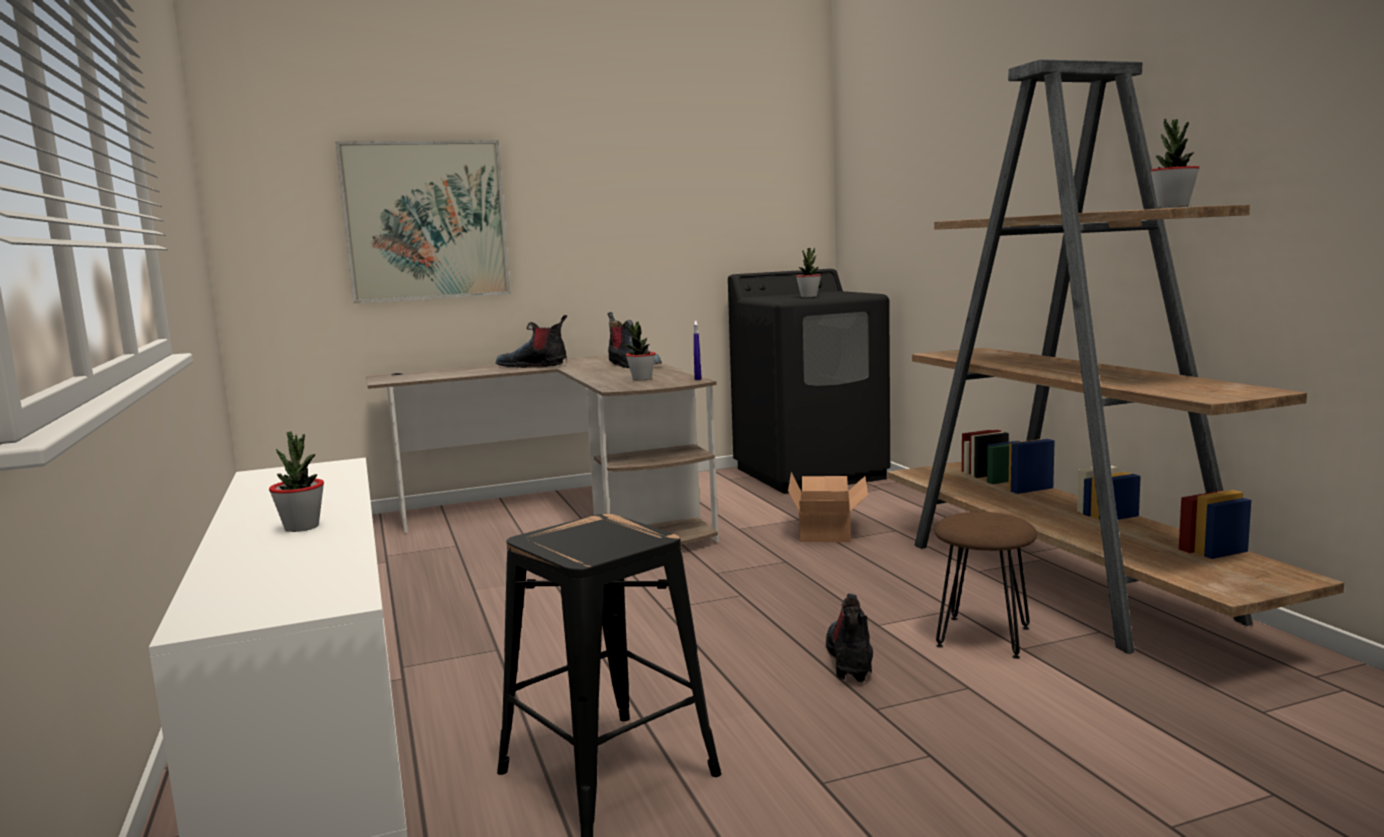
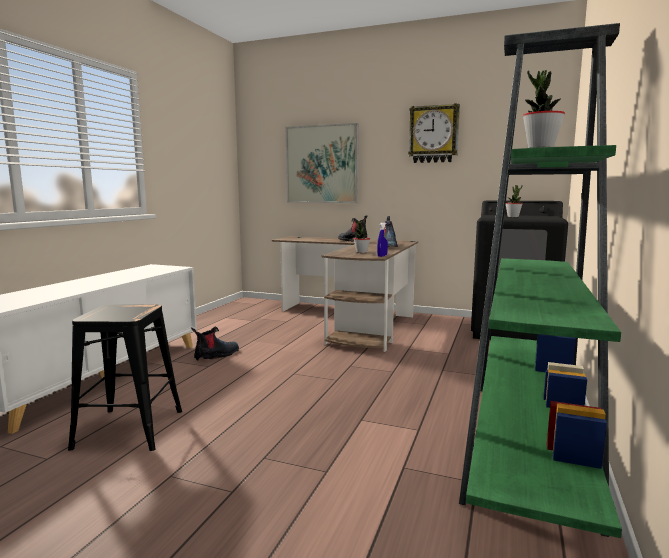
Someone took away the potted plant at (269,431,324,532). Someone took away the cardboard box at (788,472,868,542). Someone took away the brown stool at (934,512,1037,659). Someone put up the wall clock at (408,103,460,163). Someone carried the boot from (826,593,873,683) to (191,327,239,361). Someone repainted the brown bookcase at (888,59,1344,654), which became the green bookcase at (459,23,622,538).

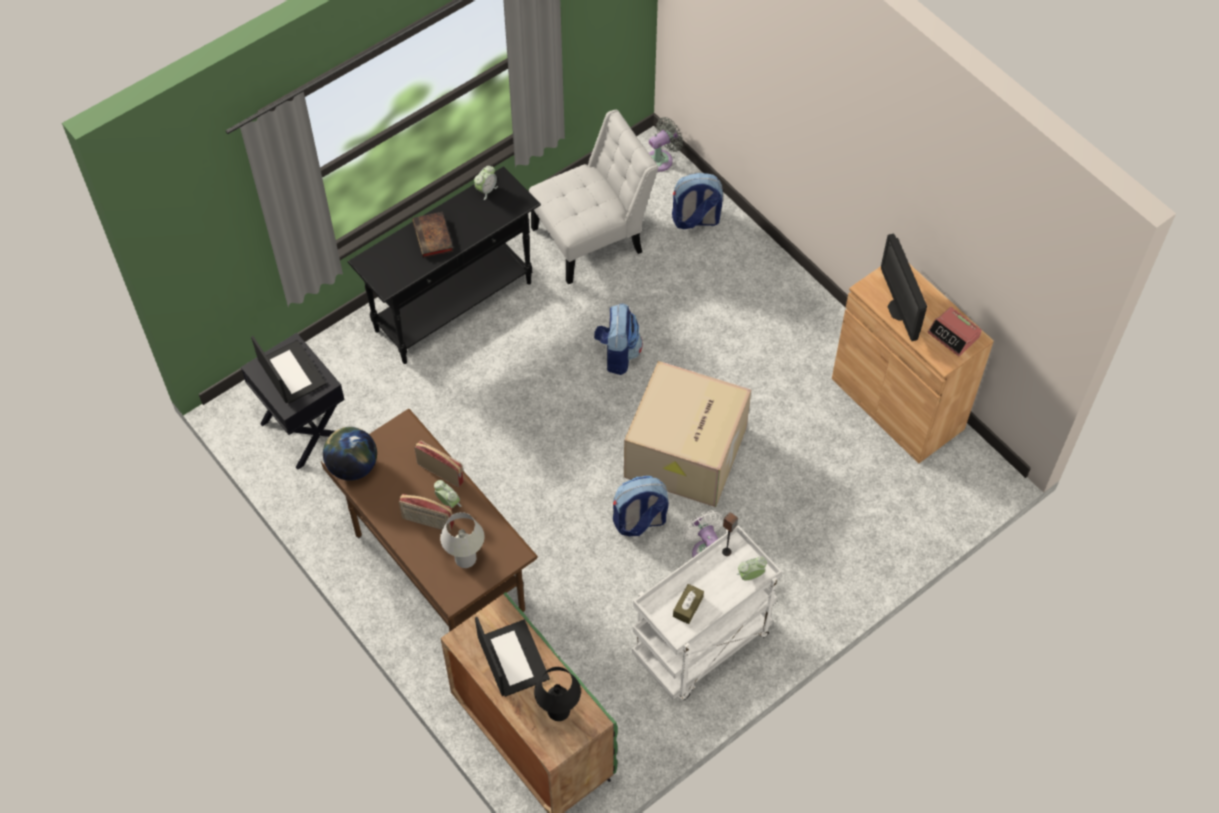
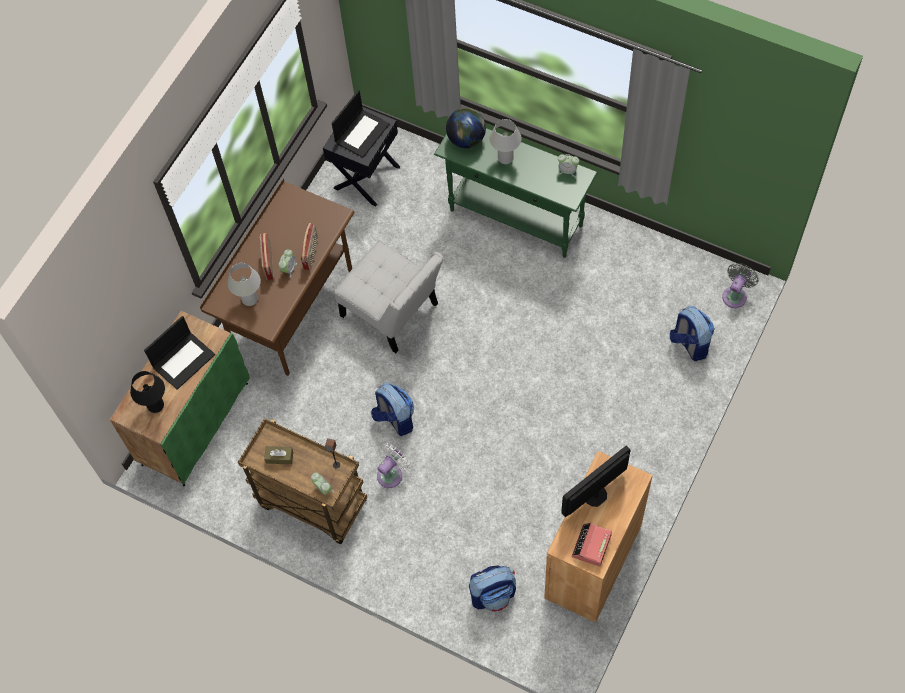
Someone took away the cardboard box at (624,361,751,507). Someone carried the globe from (323,427,377,481) to (446,108,486,148). Someone carried the white chair from (529,110,659,285) to (334,241,444,353). Someone carried the backpack from (594,304,643,375) to (469,566,516,612). Someone swapped the book at (412,212,453,258) for the white table lamp at (489,119,522,164). Someone repainted the black console table at (348,166,541,364), which became the green console table at (434,128,598,258). Someone repainted the white cart at (632,525,782,700), which became the brown cart at (238,418,367,544). Someone rotated the grey fan at (649,117,683,172) by 90 degrees counterclockwise.

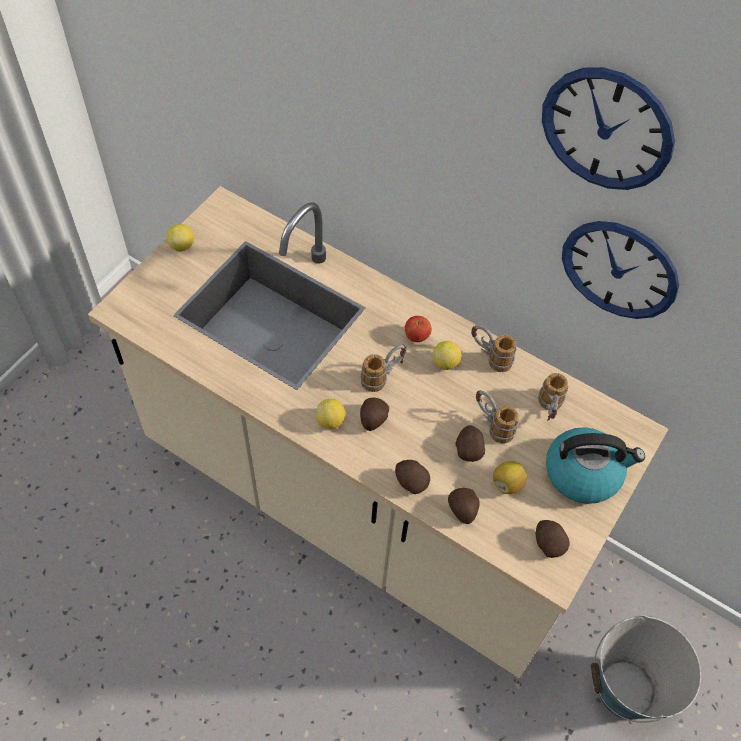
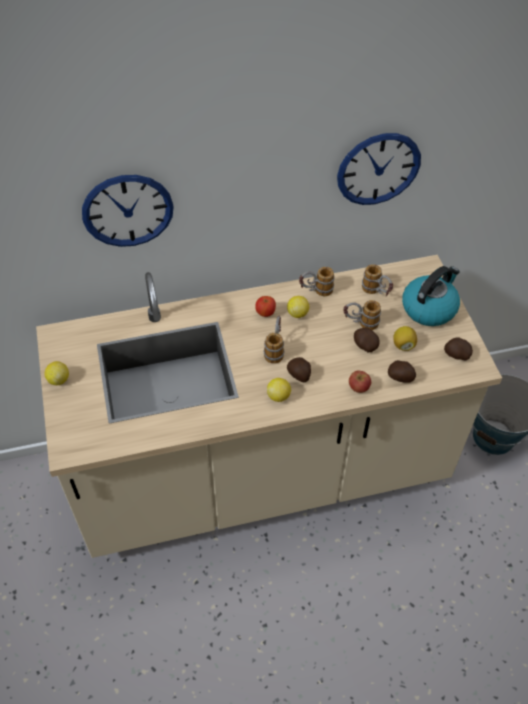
Someone carried the wall clock from (542,67,675,190) to (82,175,174,247). Someone swapped the potato at (395,460,430,494) for the apple at (349,371,371,393).

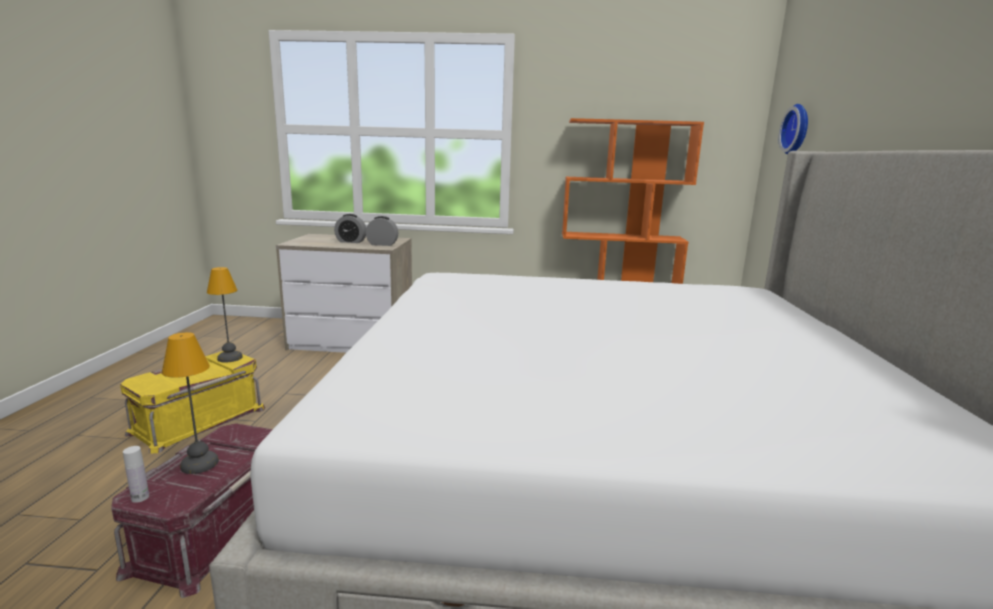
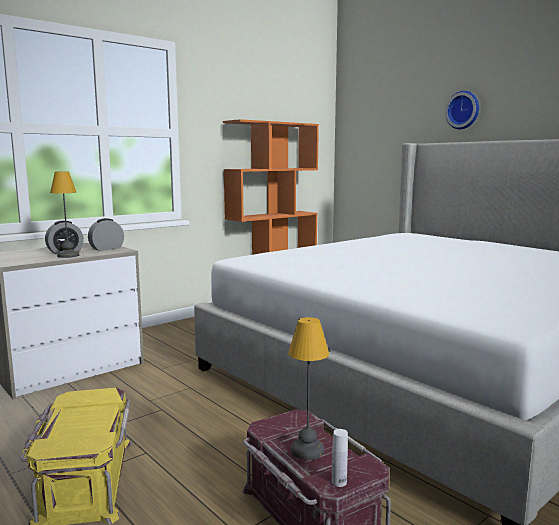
Someone carried the table lamp from (207,267,243,363) to (50,172,79,258). Someone carried the wall clock from (779,104,808,155) to (445,91,479,129).

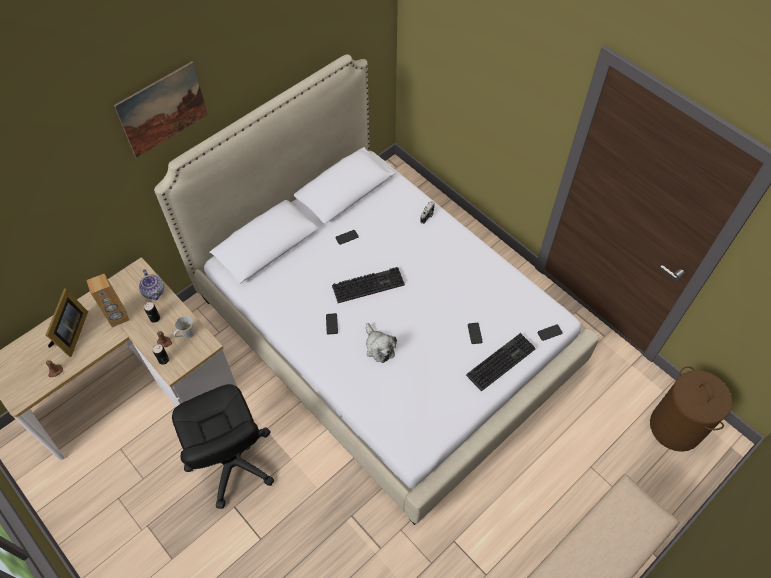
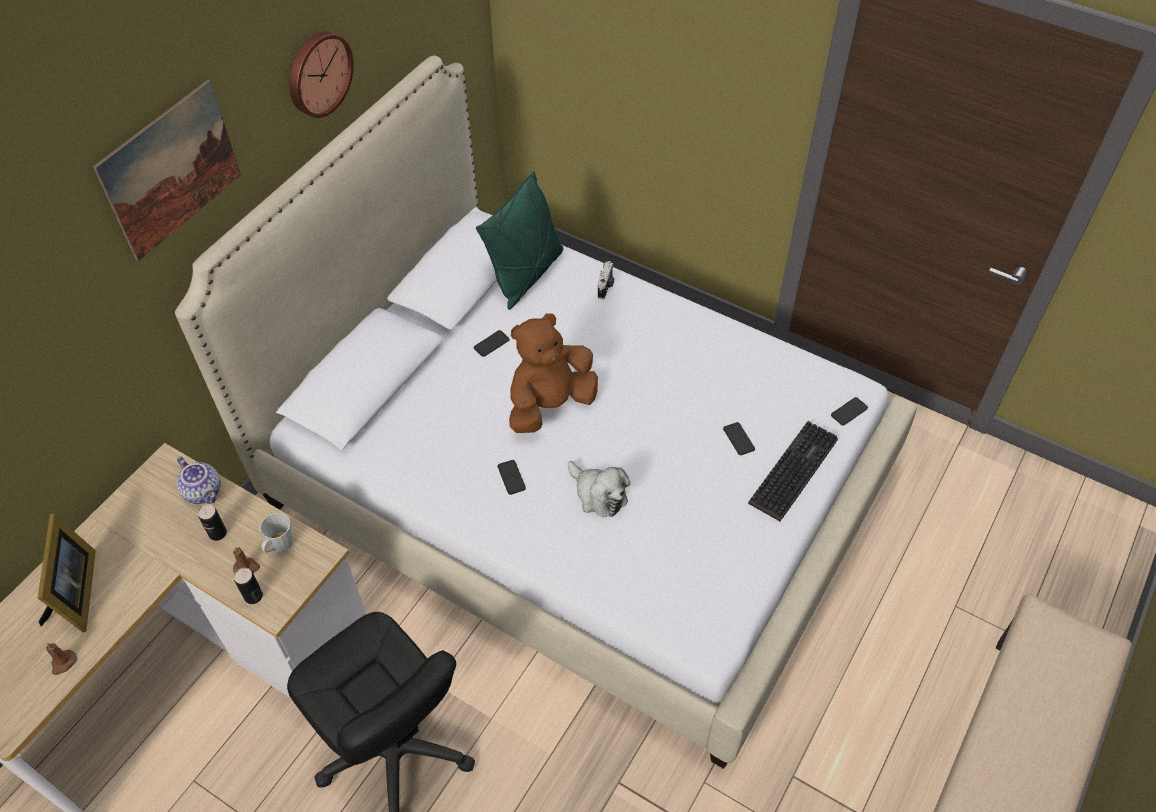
Someone took away the brown speaker at (86,274,130,327). Someone took away the brown laundry basket at (650,366,732,452). Someone put up the wall clock at (289,32,354,118). Someone put down the green pillow at (476,171,563,310). Someone swapped the keyboard at (332,267,405,303) for the brown plush toy at (509,313,598,433).

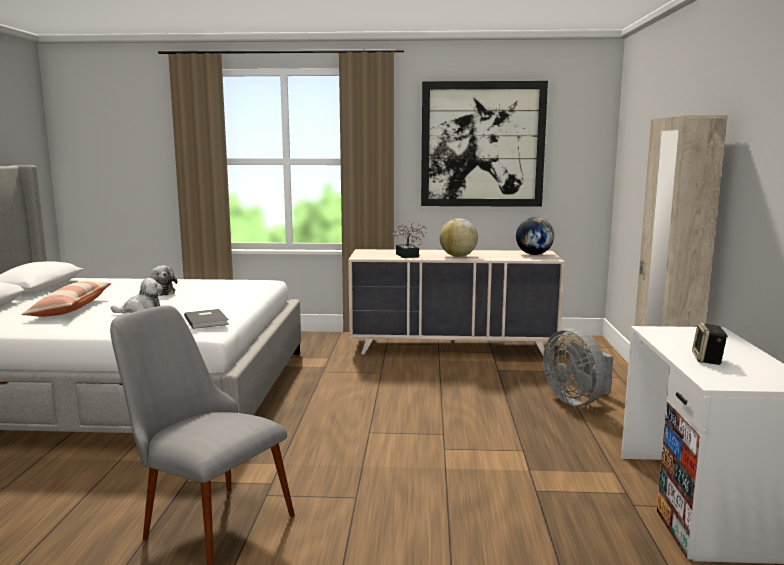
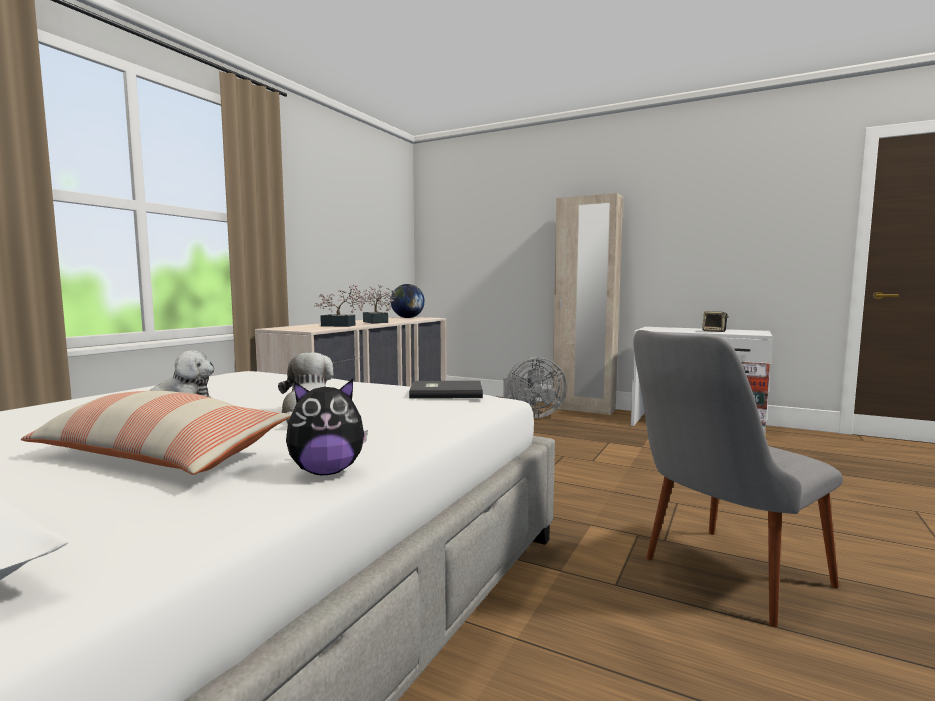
Someone took away the picture at (421,81,548,207). Someone put down the plush toy at (286,379,368,475). Someone swapped the globe at (440,218,478,257) for the potted plant at (361,285,396,323).

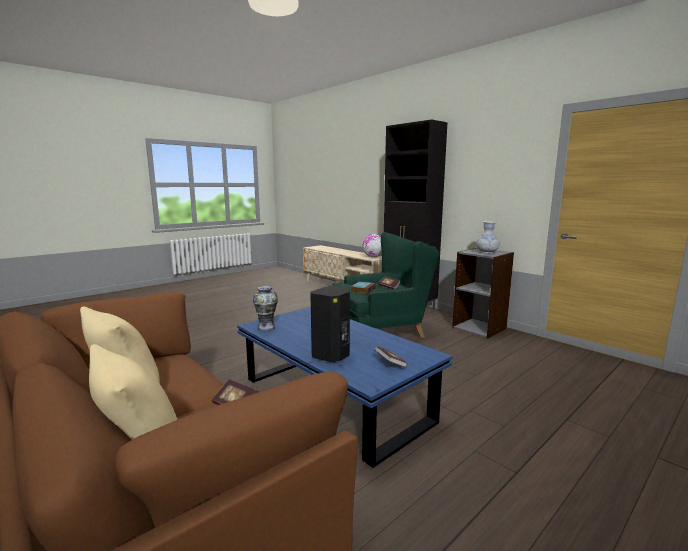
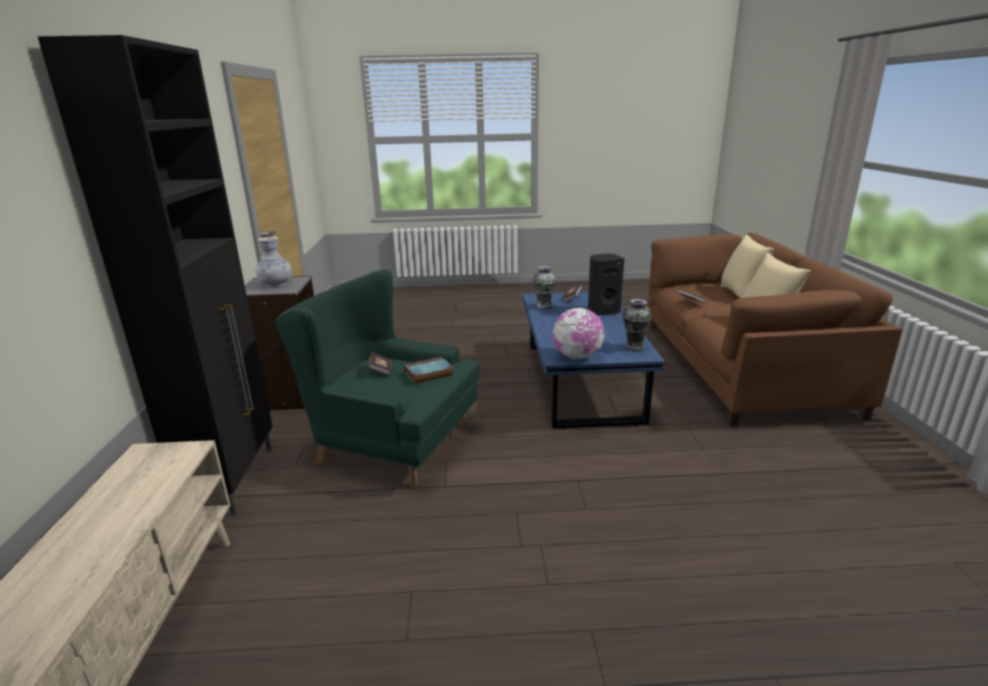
Someone put down the vase at (533,266,557,310). Someone carried the globe from (362,234,382,258) to (552,308,605,359).

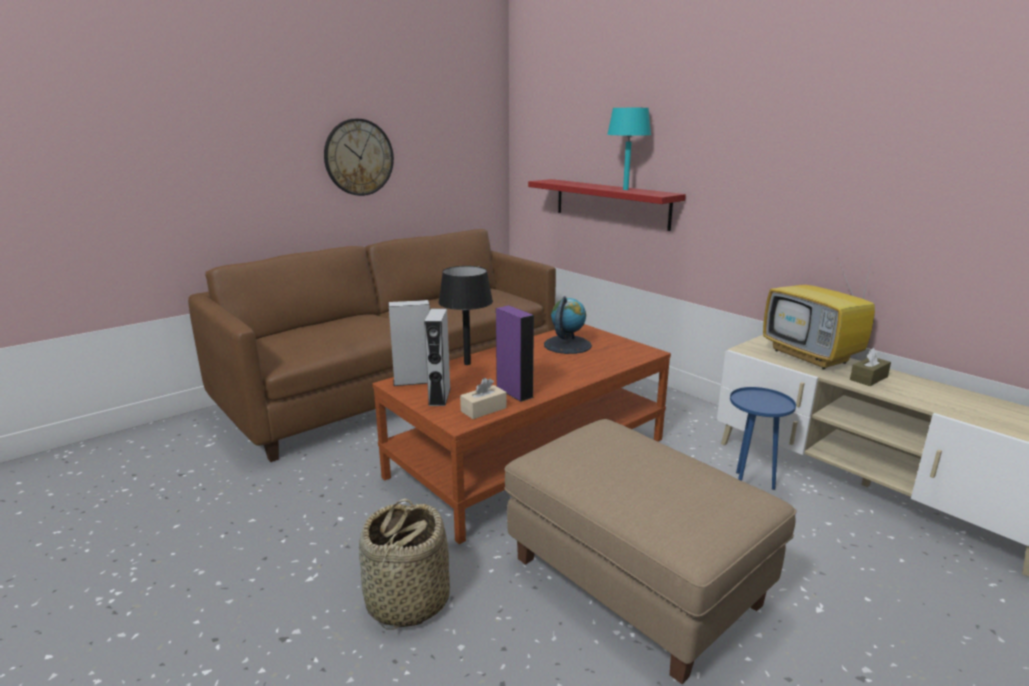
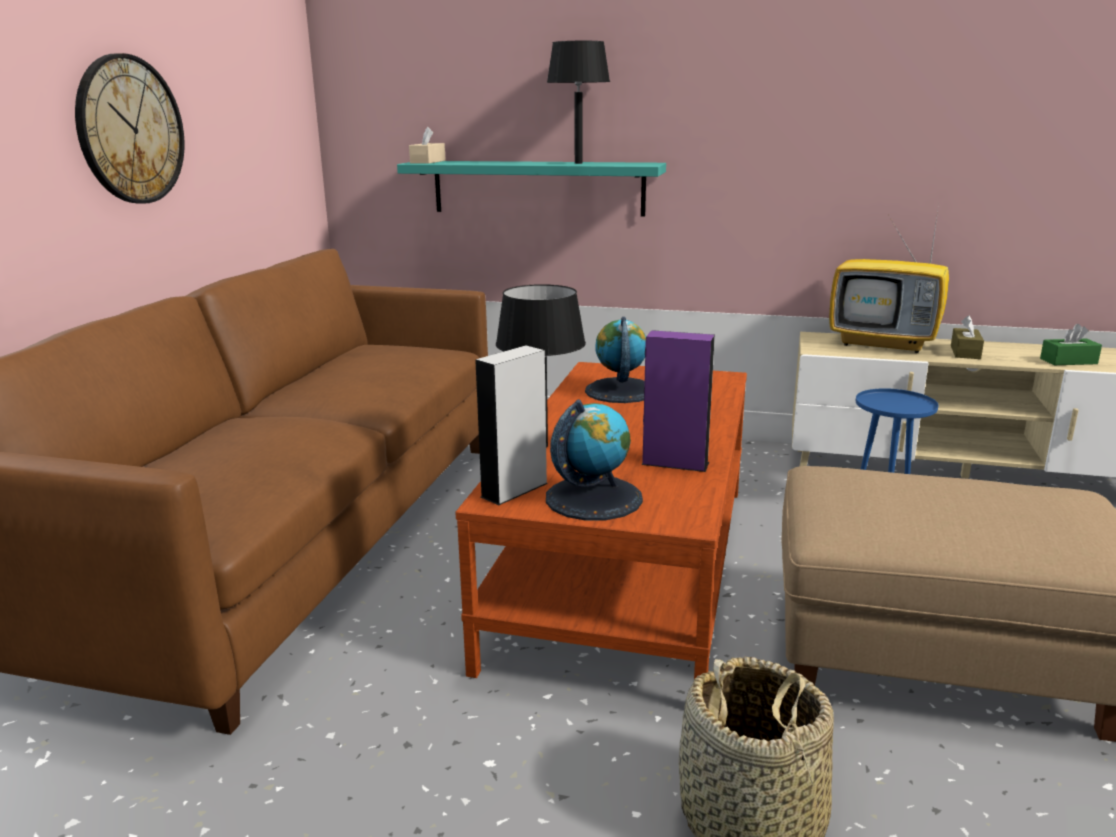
Someone put down the green tissue box at (1040,324,1102,365). Someone carried the beige tissue box from (460,378,507,419) to (409,127,446,164). Someone swapped the grey speaker at (424,308,451,406) for the globe at (546,399,643,521). Someone repainted the red shelf at (528,179,686,231), which became the turquoise shelf at (397,161,666,217). Someone repainted the turquoise table lamp at (607,108,651,190), which became the black table lamp at (547,41,610,164).

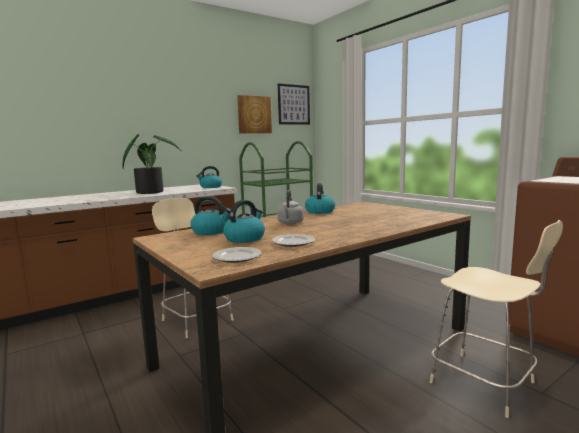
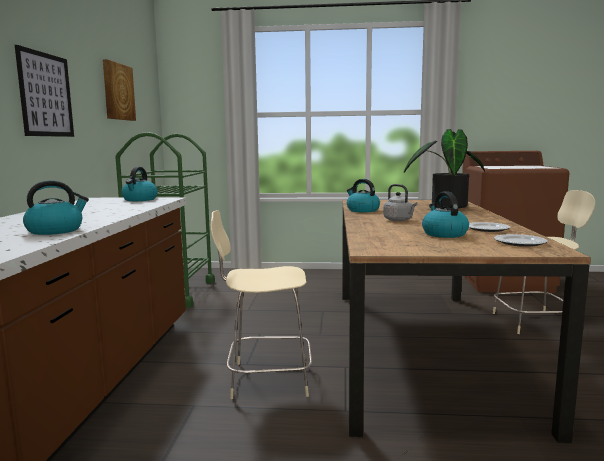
Someone carried the potted plant from (123,134,181,194) to (404,129,485,208). Someone carried the kettle from (190,196,231,235) to (23,180,89,235). Someone carried the picture from (278,84,310,125) to (15,45,74,137).

